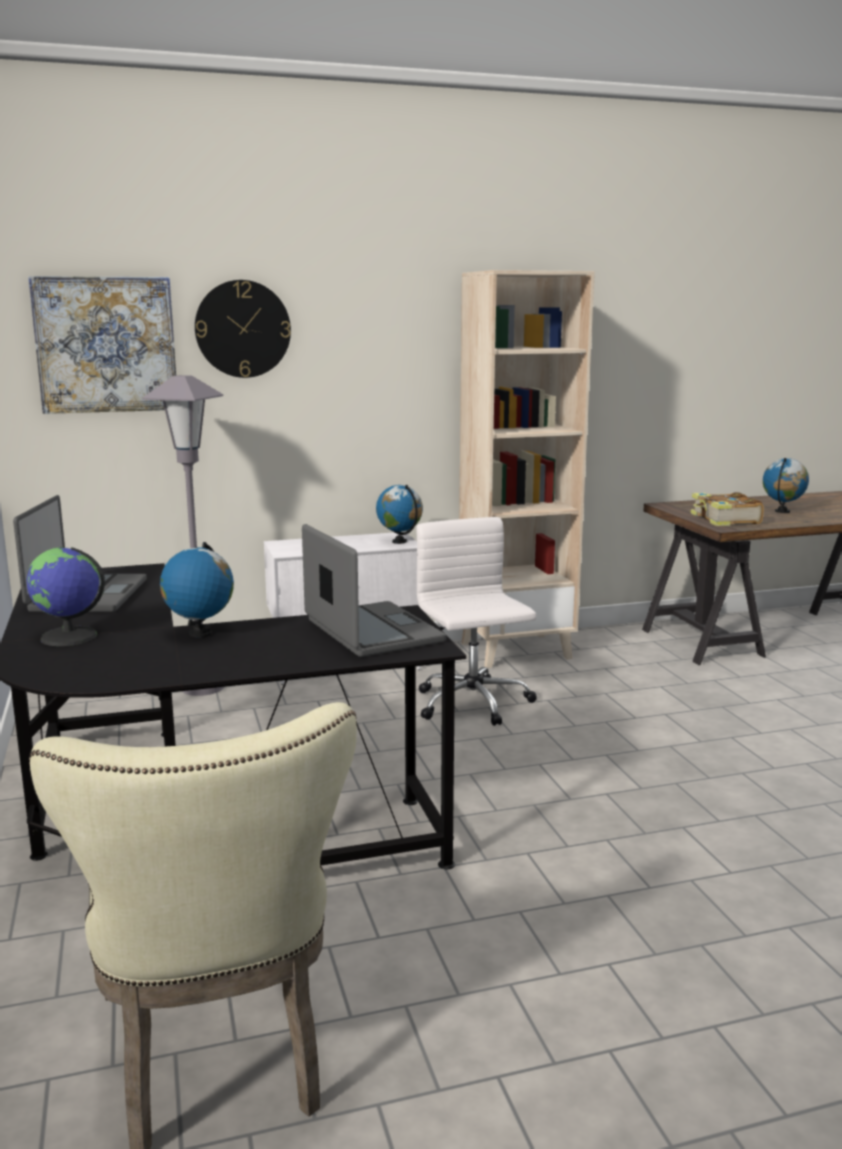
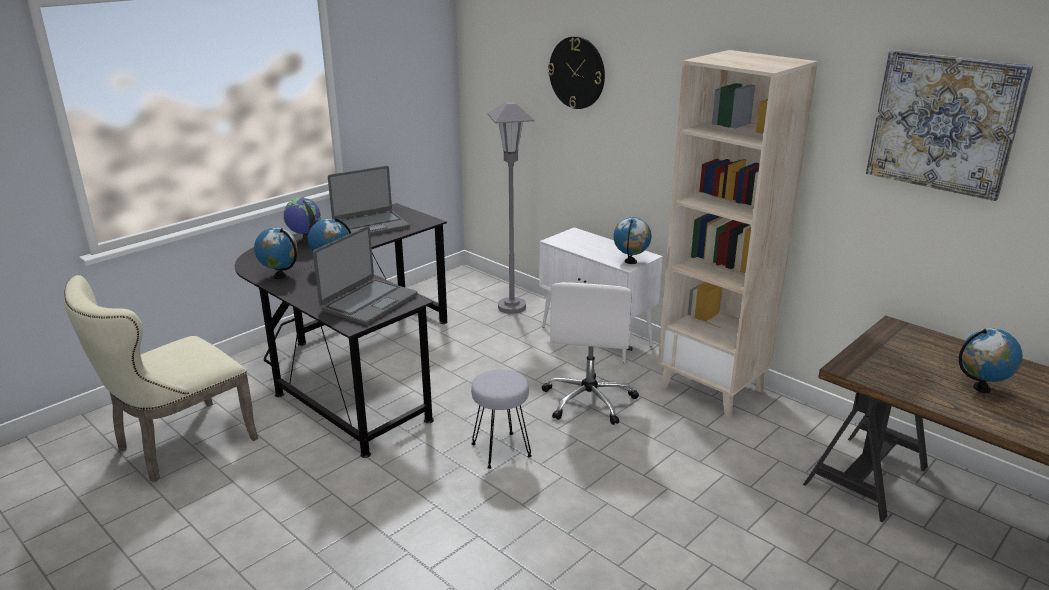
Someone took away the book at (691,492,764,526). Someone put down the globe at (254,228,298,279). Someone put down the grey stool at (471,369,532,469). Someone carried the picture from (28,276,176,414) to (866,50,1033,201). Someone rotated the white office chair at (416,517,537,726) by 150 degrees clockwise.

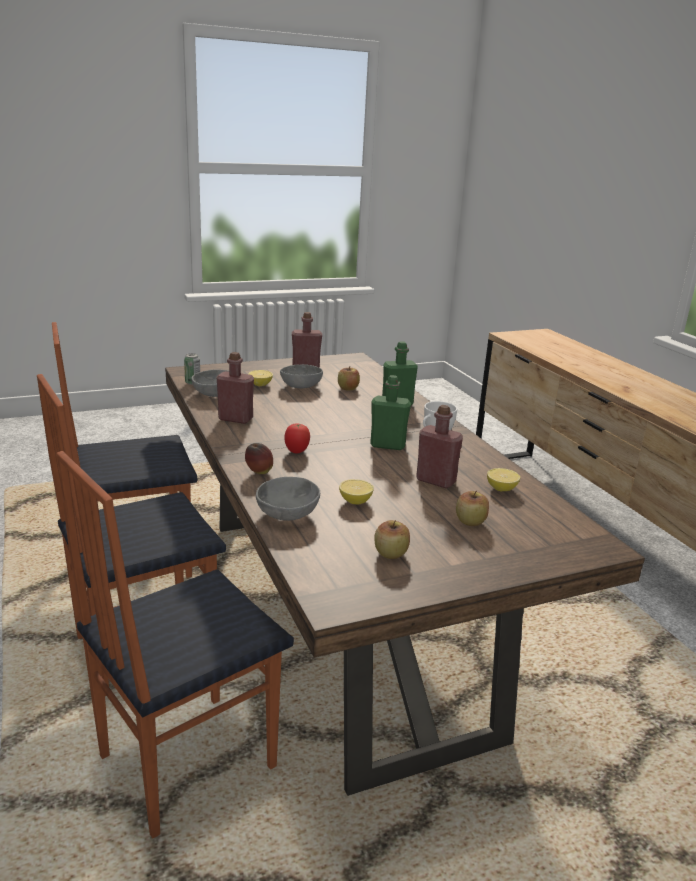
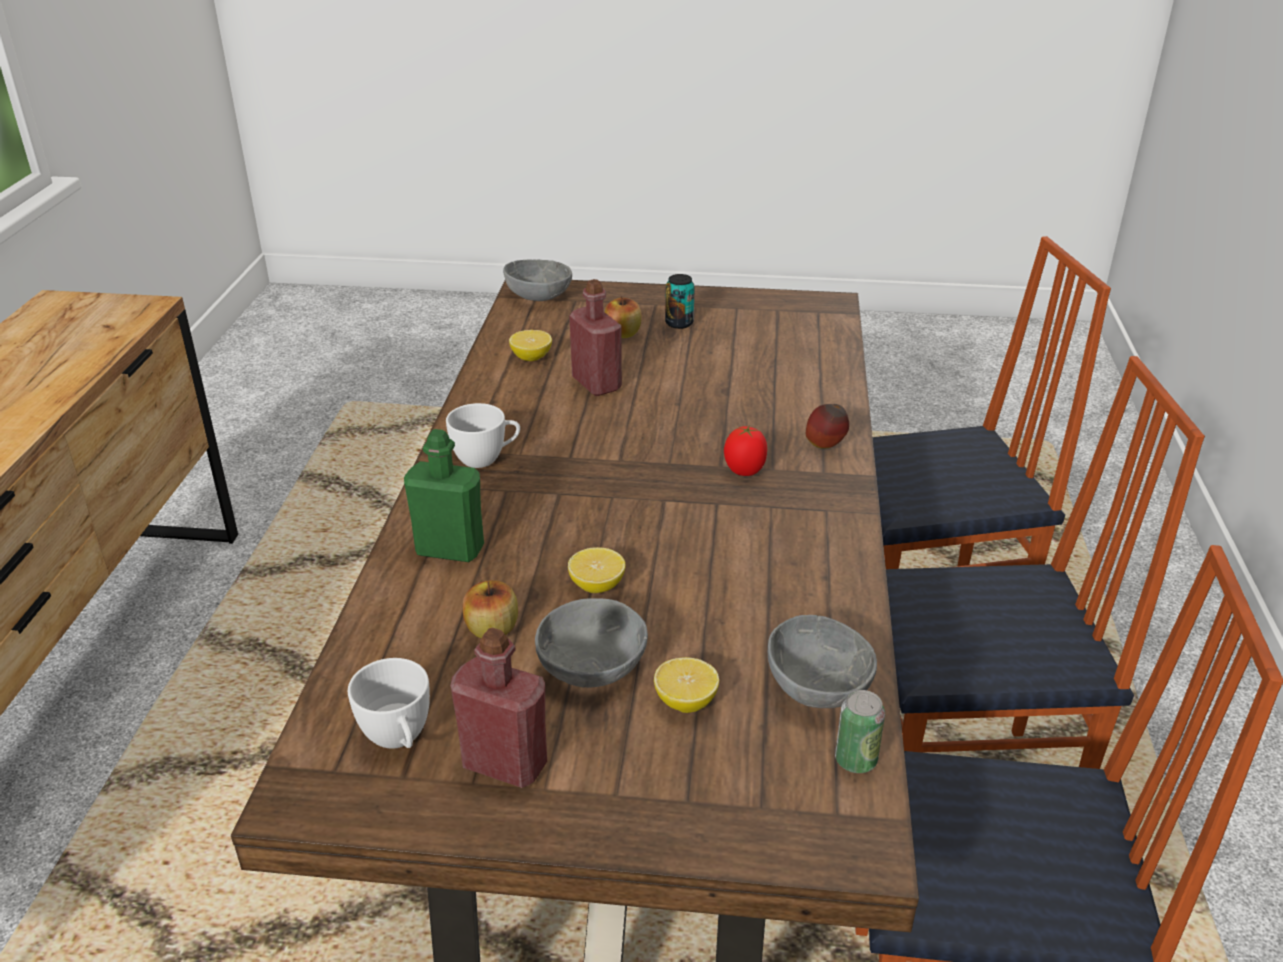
Someone took away the red bottle at (217,352,254,424). Someone took away the green bottle at (370,375,411,450). Someone took away the apple at (374,520,410,559). Someone put down the white cup at (348,658,430,749). Someone put down the can at (665,274,695,329). Someone carried the grey bowl from (256,477,320,521) to (503,260,572,301). Someone carried the lemon from (339,479,374,505) to (568,547,625,593).

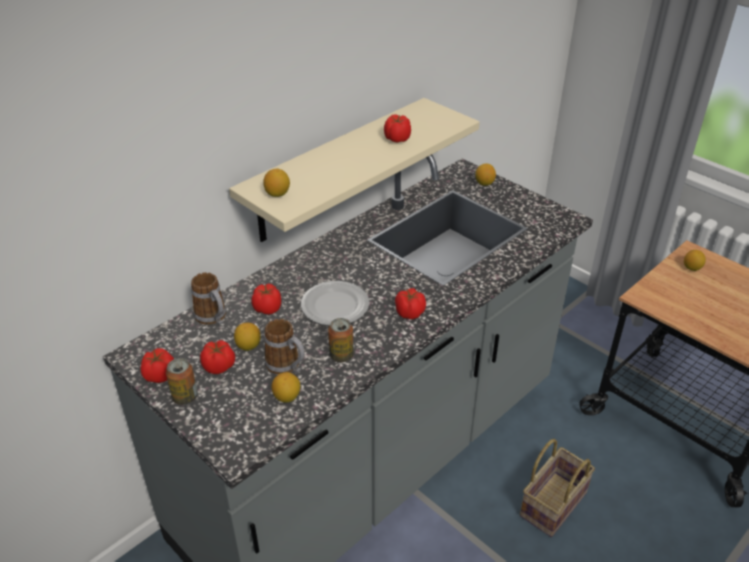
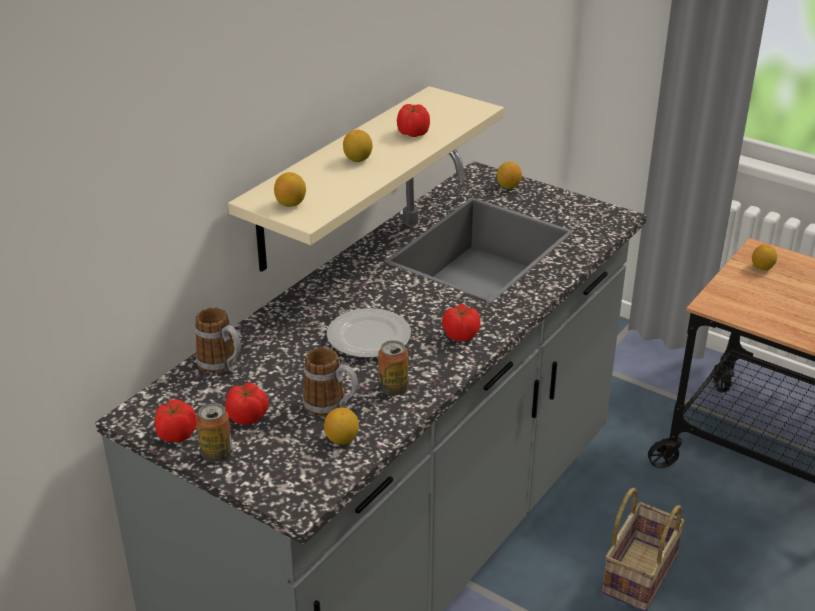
Someone took away the tomato at (251,283,281,315). Someone carried the lemon from (234,322,261,351) to (343,130,372,162).

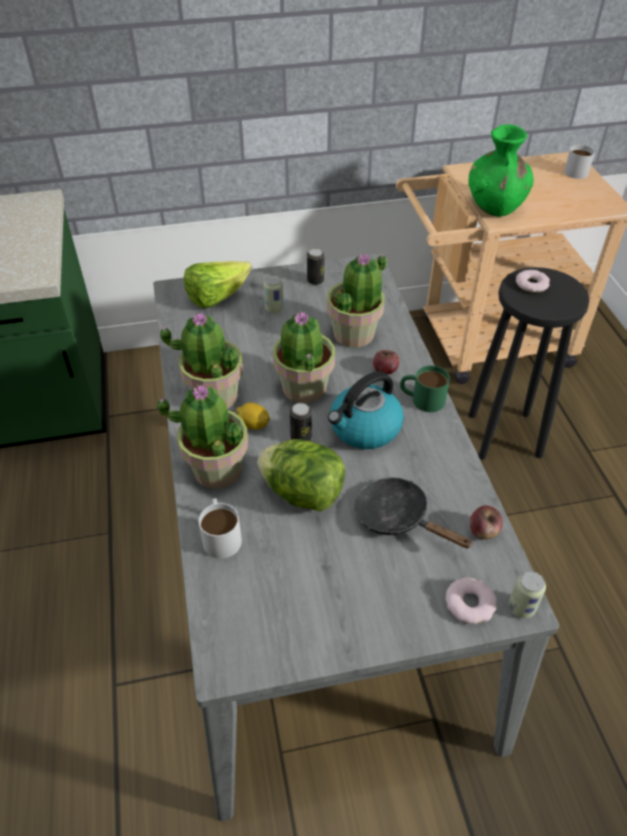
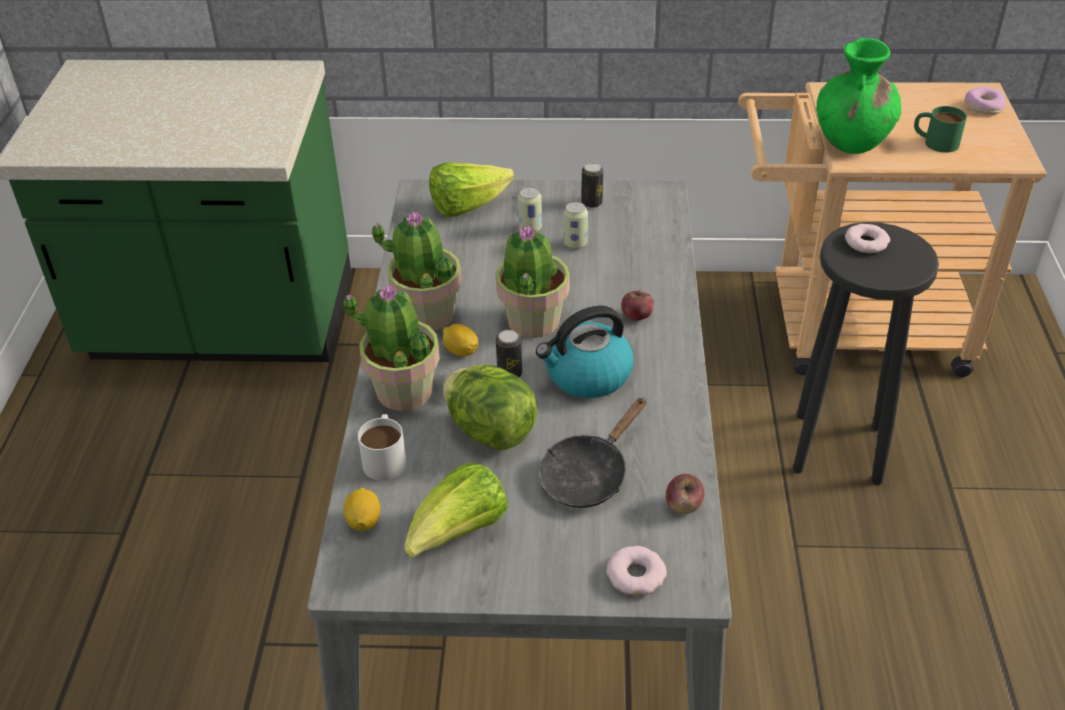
Someone took away the potted plant at (327,253,387,348). Someone put down the lemon at (344,487,380,531). Someone put down the lettuce at (404,463,508,558). Someone carried the green mug from (400,365,450,412) to (914,106,967,153). Someone carried the can from (508,571,546,618) to (564,202,588,249). Someone swapped the white mug at (564,145,595,179) for the donut at (964,87,1006,115). Someone rotated the black frying pan at (354,477,473,549) by 105 degrees counterclockwise.

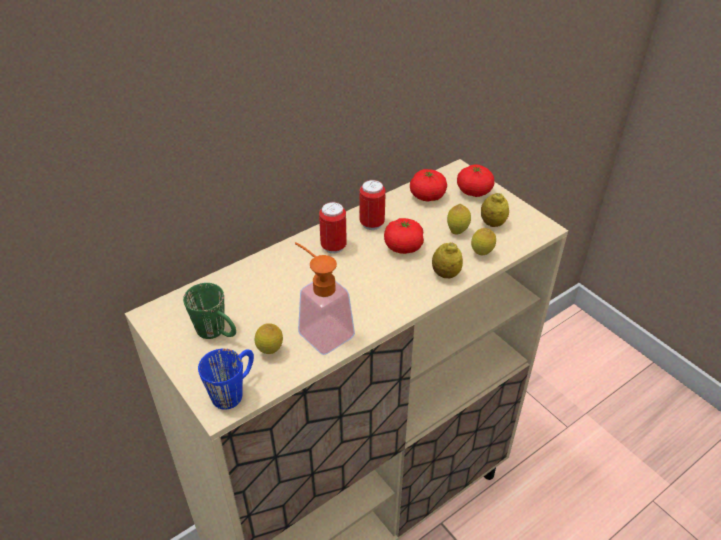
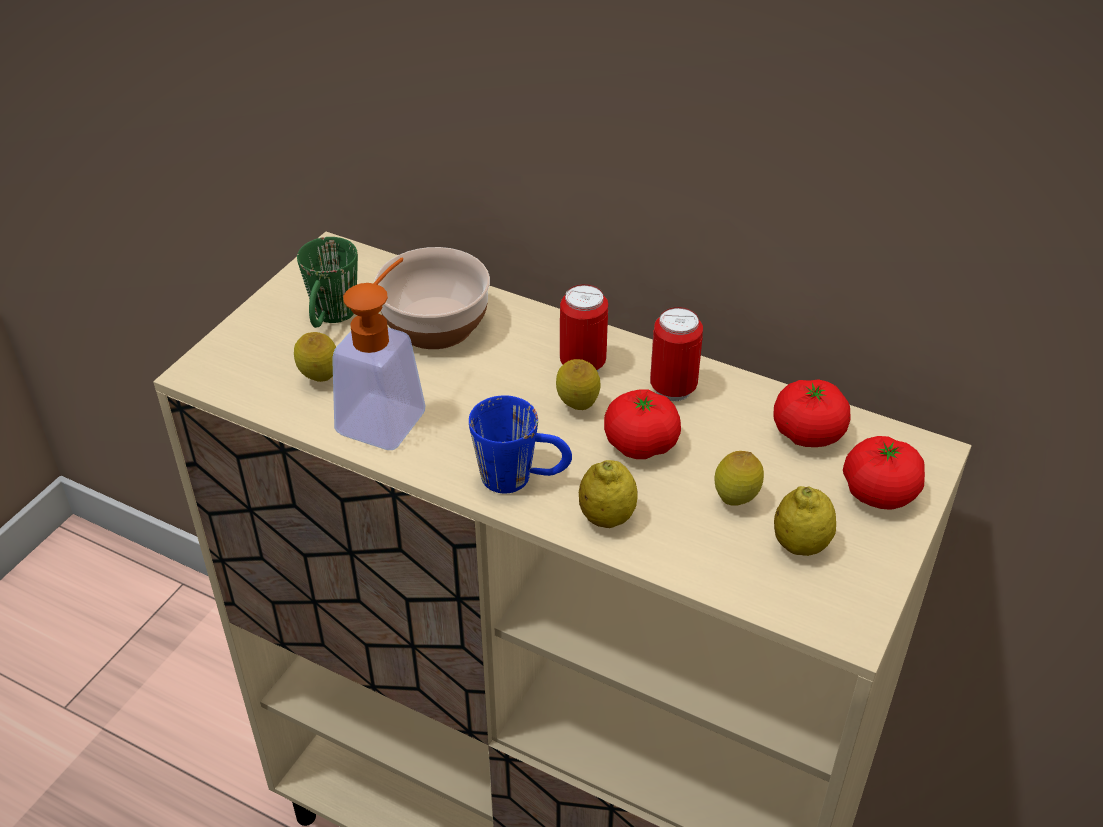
Someone put down the bowl at (375,247,490,349). Someone carried the blue mug from (198,349,254,410) to (469,395,572,494). Someone carried the lemon from (471,228,496,255) to (556,359,601,410).

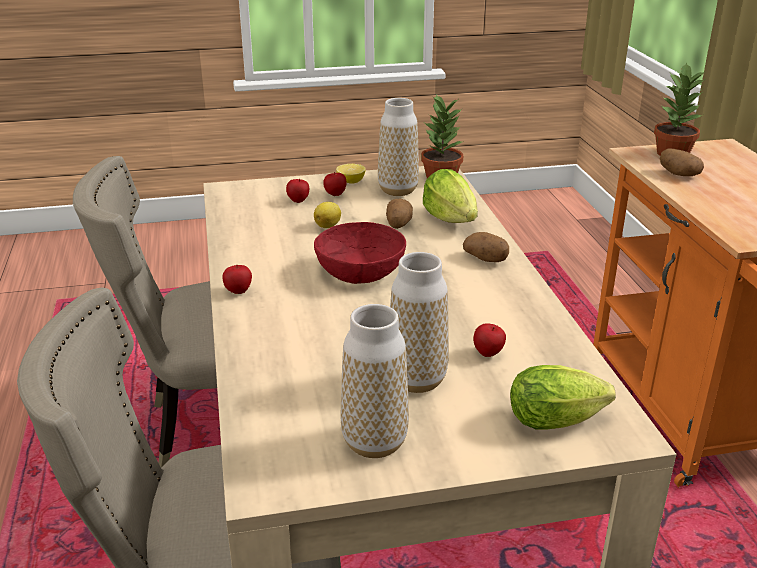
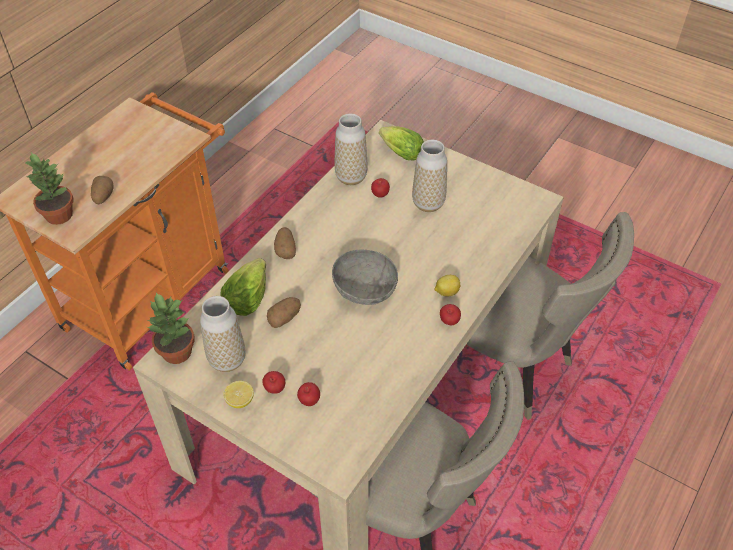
Someone carried the lemon from (314,202,341,228) to (435,275,460,297). Someone carried the vase from (341,304,409,458) to (335,113,368,185). Someone repainted the red bowl at (314,222,406,284), which became the grey bowl at (332,249,398,305).

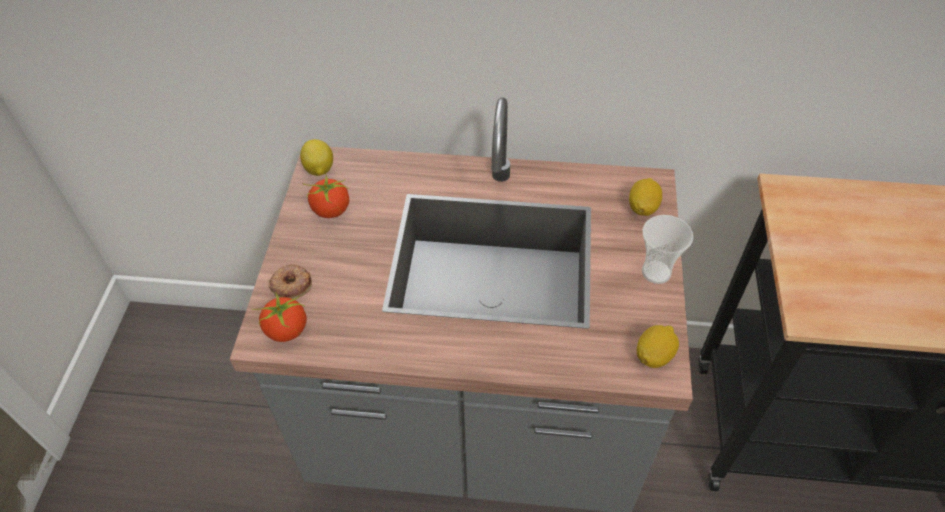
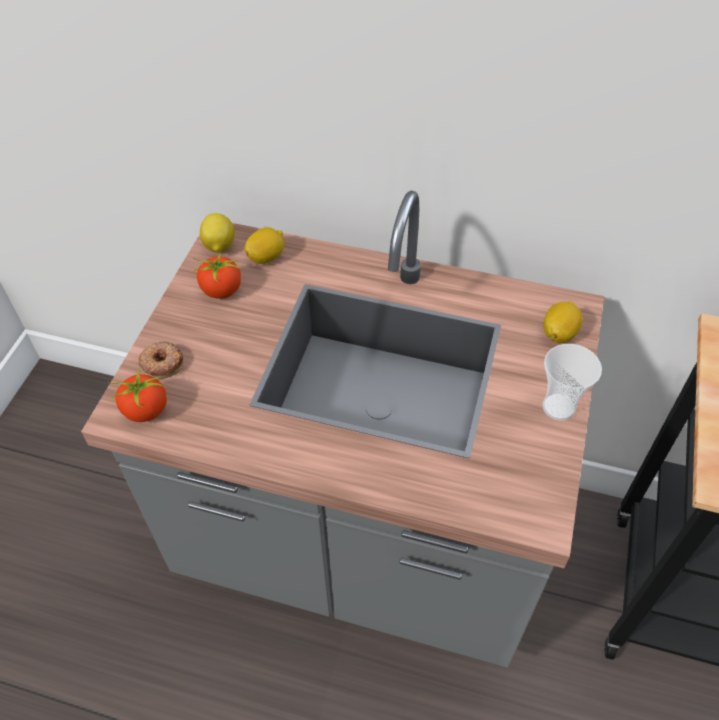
Someone carried the lemon from (637,325,679,368) to (245,227,284,264).

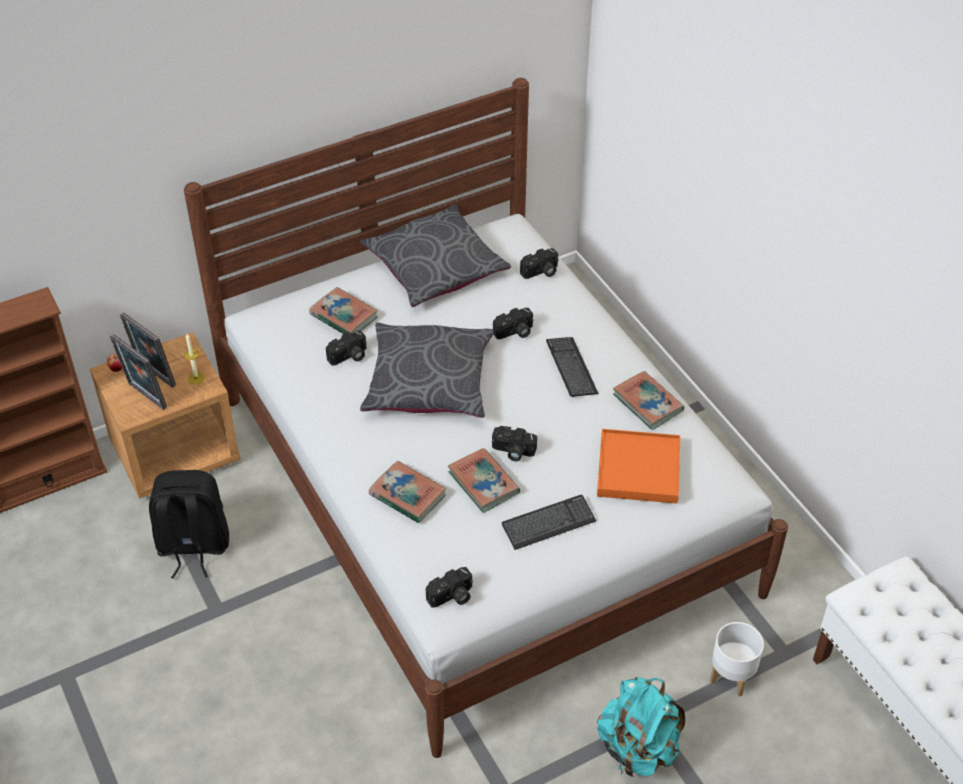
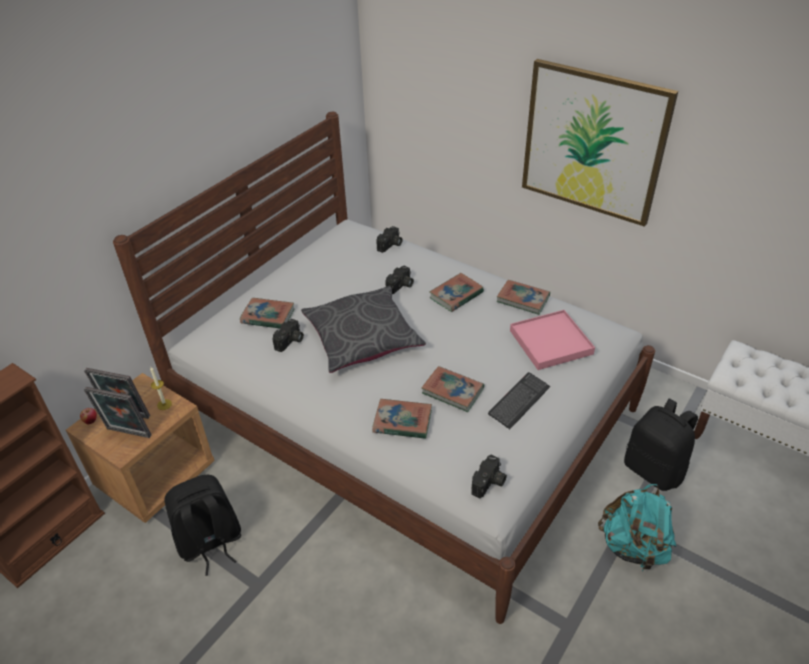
Someone took away the grey pillow at (360,204,511,307). Someone took away the photo camera at (492,426,537,461). Someone put up the picture at (522,59,678,227). Someone swapped the keyboard at (546,337,599,397) for the book at (430,273,484,312). Someone swapped the white planter at (710,622,764,696) for the black backpack at (624,398,698,491). Someone repainted the orange tray at (597,429,680,504), which became the pink tray at (510,310,595,370).

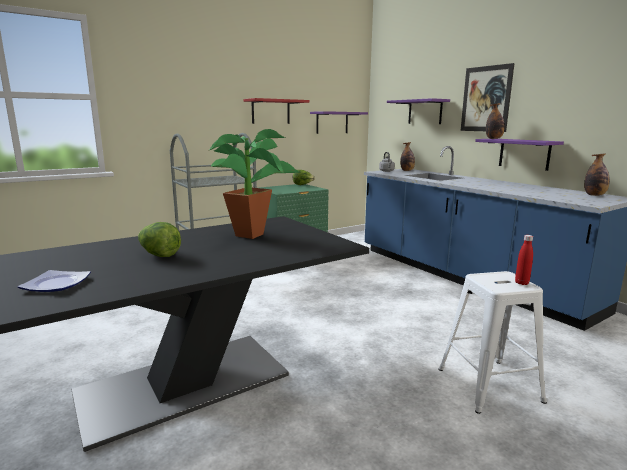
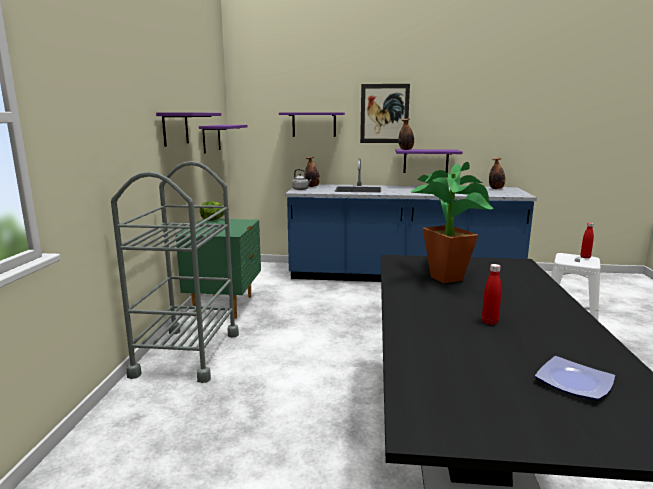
Someone swapped the lettuce at (138,222,181,257) for the red bottle at (482,264,502,325). Someone repainted the red shelf at (243,98,310,124), which became the purple shelf at (156,112,221,147).

